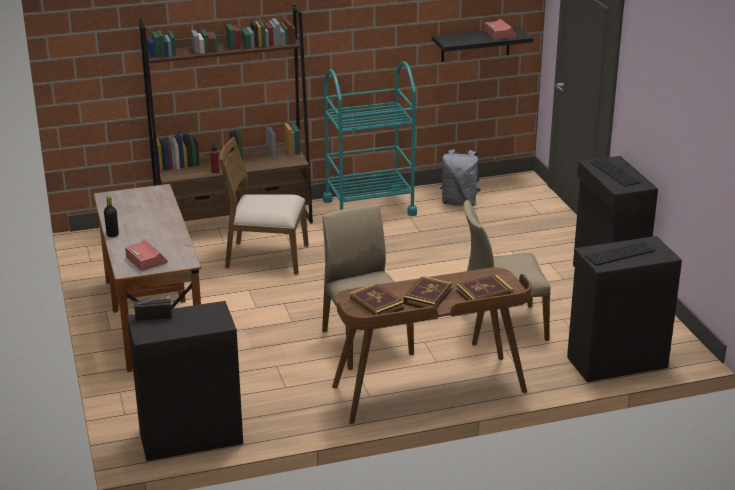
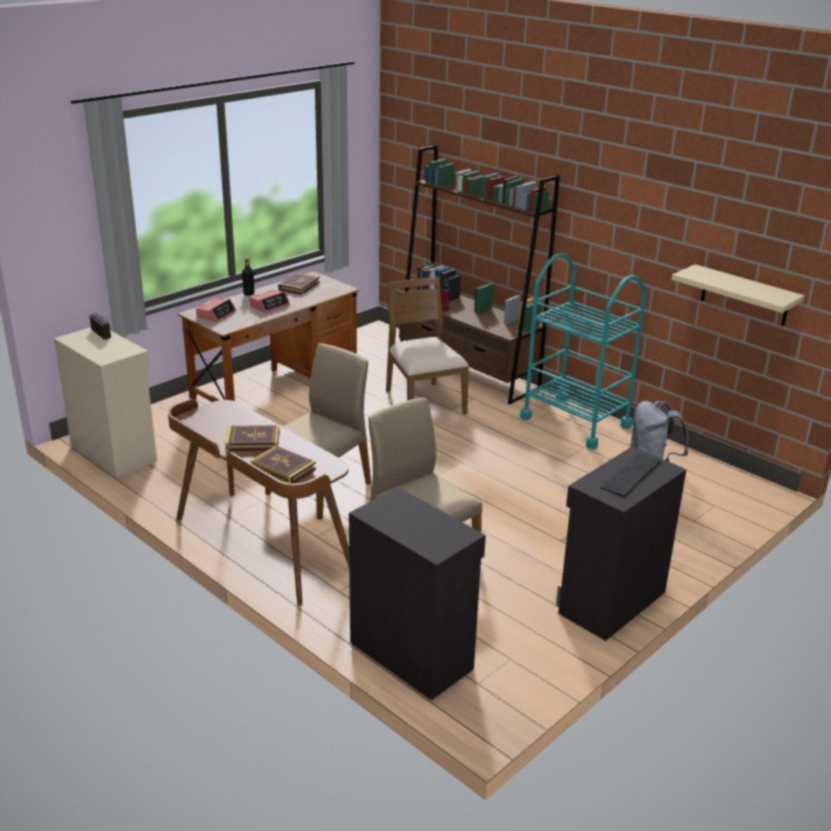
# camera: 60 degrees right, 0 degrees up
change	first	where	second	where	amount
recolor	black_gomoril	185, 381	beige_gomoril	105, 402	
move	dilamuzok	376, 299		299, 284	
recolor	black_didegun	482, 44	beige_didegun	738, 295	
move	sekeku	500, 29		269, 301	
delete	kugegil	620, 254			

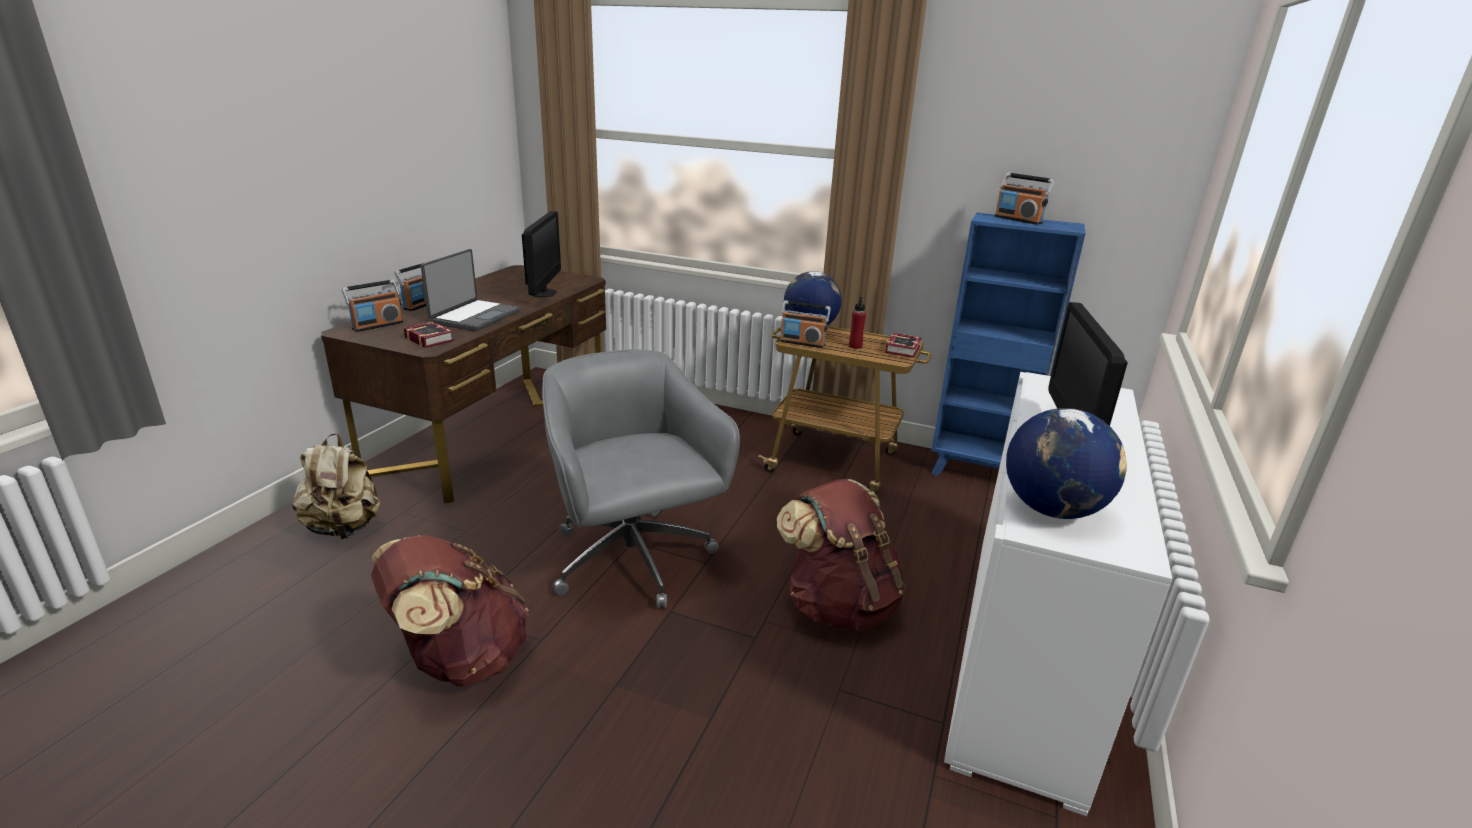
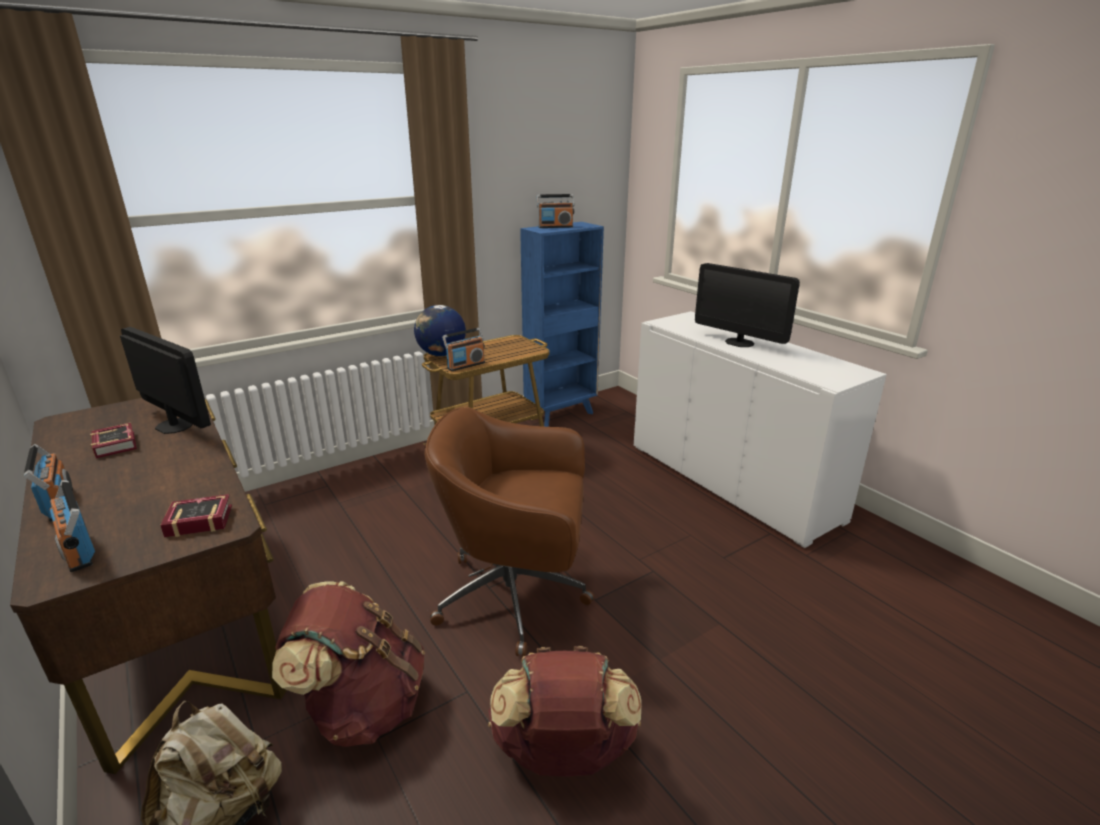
# camera: 55 degrees left, 0 degrees up
change	first	where	second	where	amount
rotate	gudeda	372, 306		72, 526	150 degrees clockwise
delete	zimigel	471, 290			
recolor	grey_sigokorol	641, 479	brown_sigokorol	509, 531	
move	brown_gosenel	841, 555		348, 664	
delete	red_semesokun	857, 323			
move	dilamuzok	903, 345		113, 440	
delete	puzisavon	1066, 463			

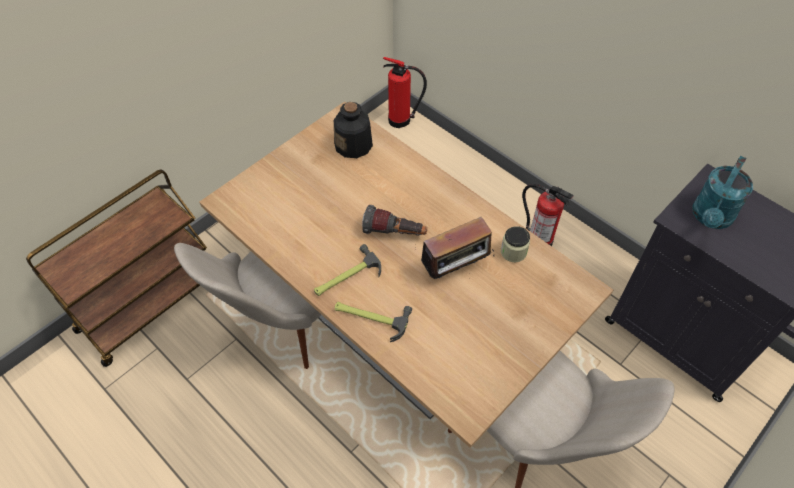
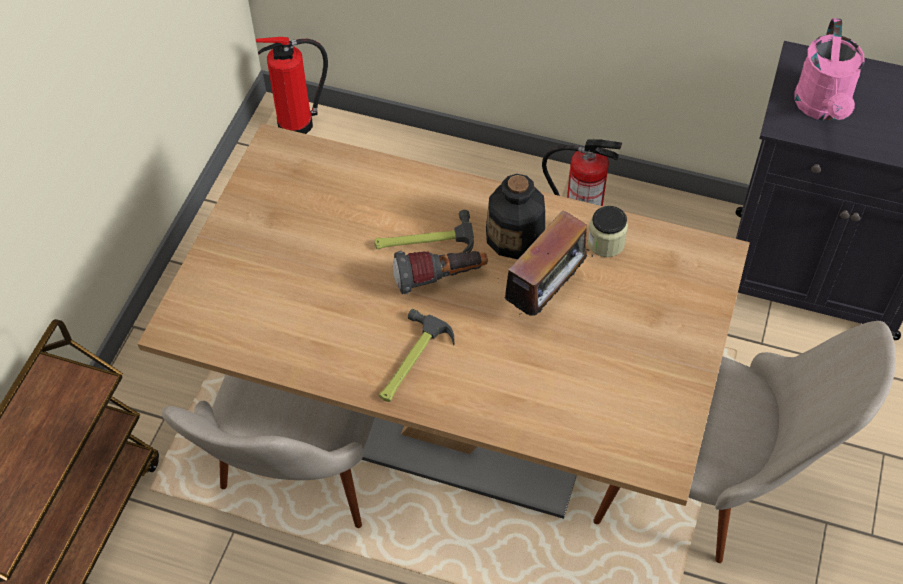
# camera: 25 degrees left, 0 degrees up
change	first	where	second	where	amount
move	semesokun	353, 130		515, 216	
move	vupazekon	373, 322		424, 231	
recolor	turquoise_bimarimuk	722, 192	pink_bimarimuk	829, 69	

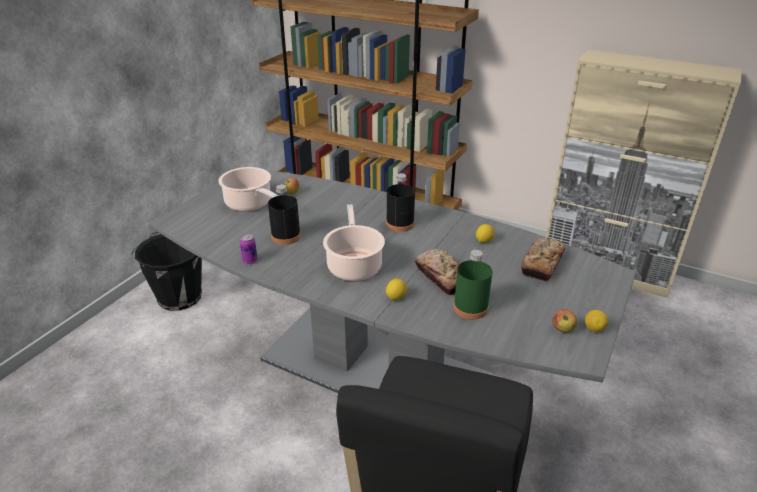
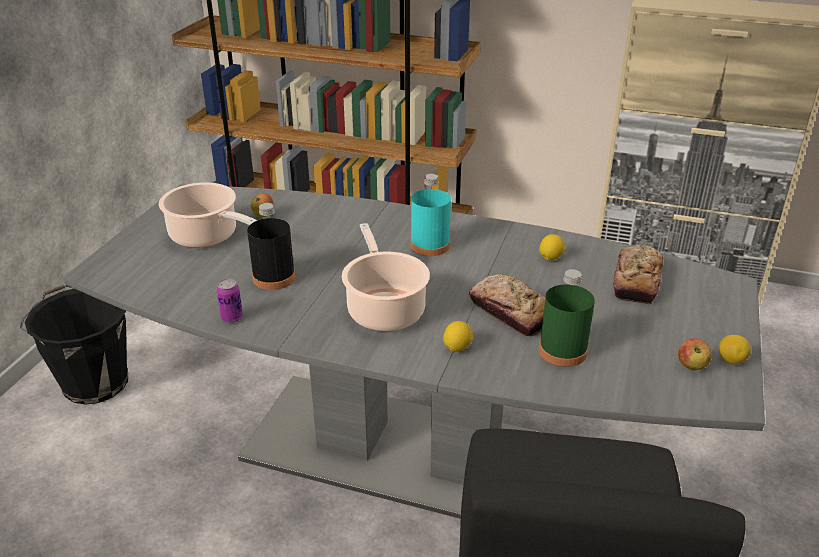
# camera: 10 degrees left, 0 degrees up
change	first	where	second	where	amount
recolor	black_semesokun	400, 202	turquoise_semesokun	430, 215	

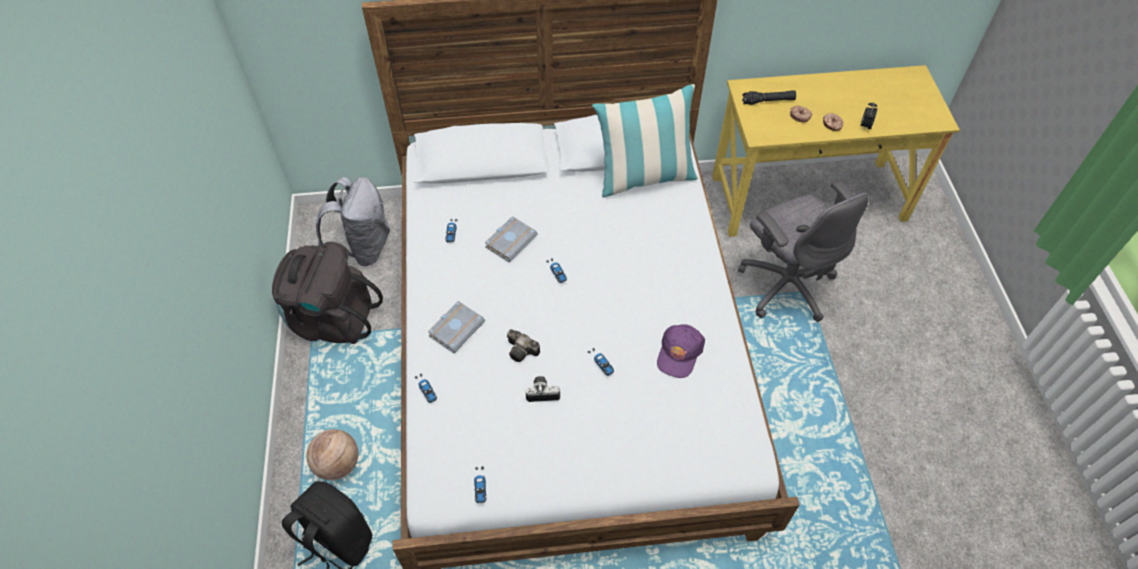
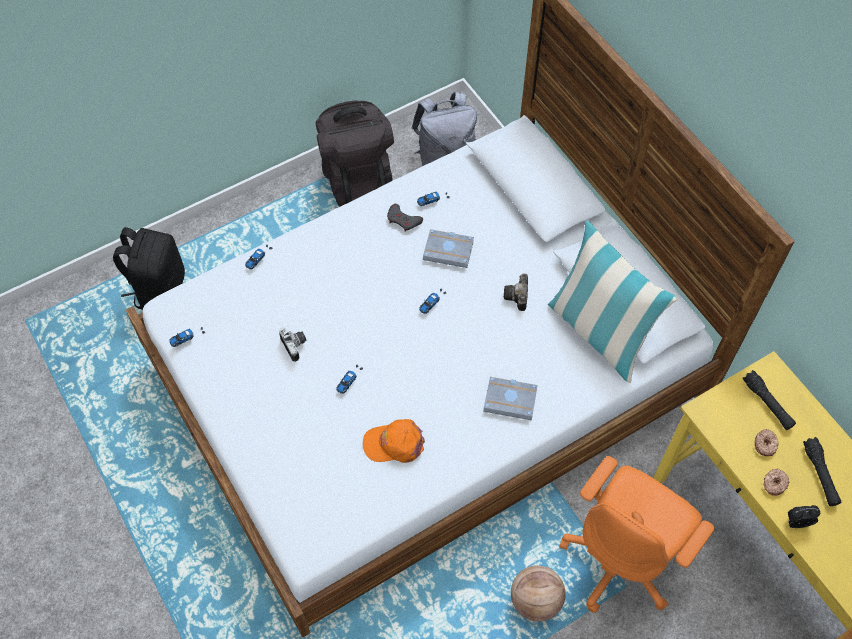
# camera: 65 degrees right, 5 degrees up
change	first	where	second	where	amount
move	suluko	332, 454		538, 593	
move	grey_dilamuzok	456, 327		510, 398	
move	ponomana	523, 345		516, 292	
recolor	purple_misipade	681, 351	orange_misipade	394, 441	
recolor	grey_sigokorol	803, 251	orange_sigokorol	637, 534	
insert			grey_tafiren	405, 218	
insert			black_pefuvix	822, 471	

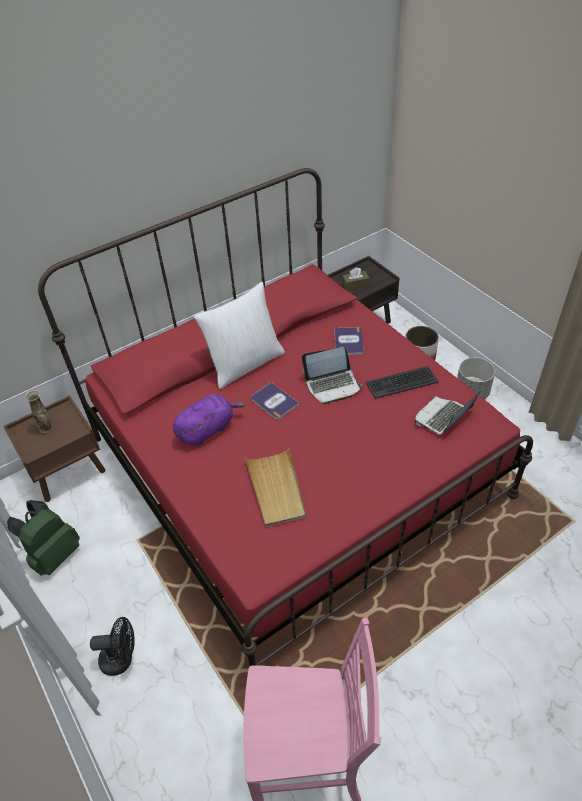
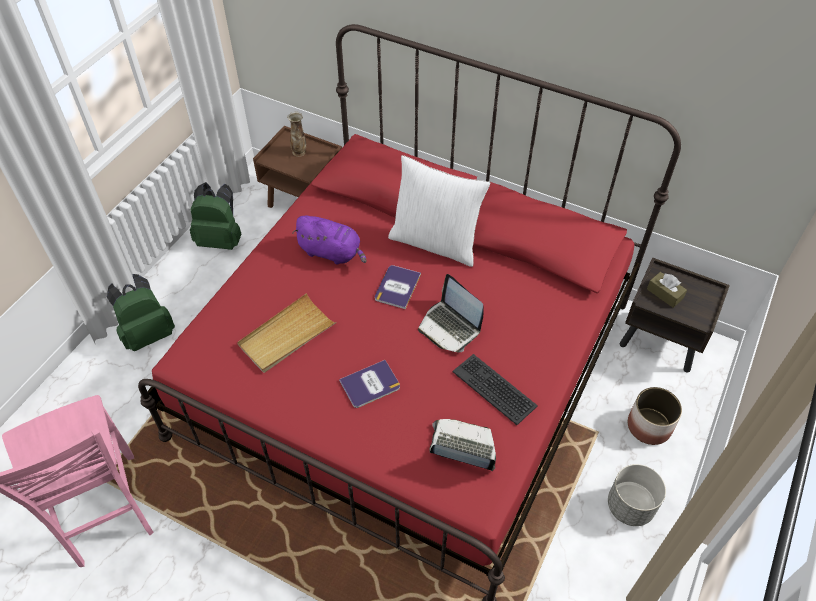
# camera: 60 degrees right, 5 degrees up
change	first	where	second	where	amount
replace	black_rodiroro	112, 646	green_gosenel	141, 312	
move	dilamuzok	349, 341		369, 384	

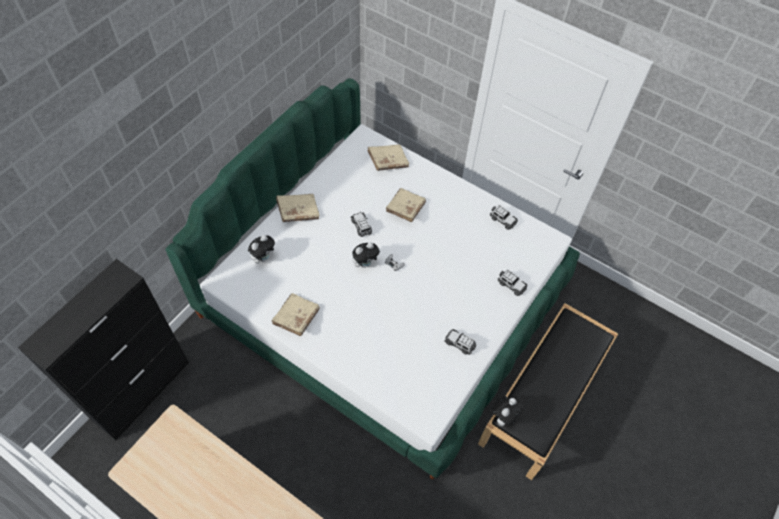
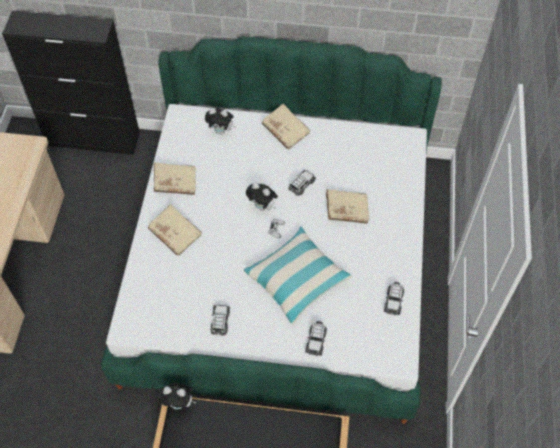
# camera: 65 degrees right, 0 degrees up
change	first	where	second	where	amount
move	beige_dilamuzok	388, 157		175, 230	
insert			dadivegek	298, 275	

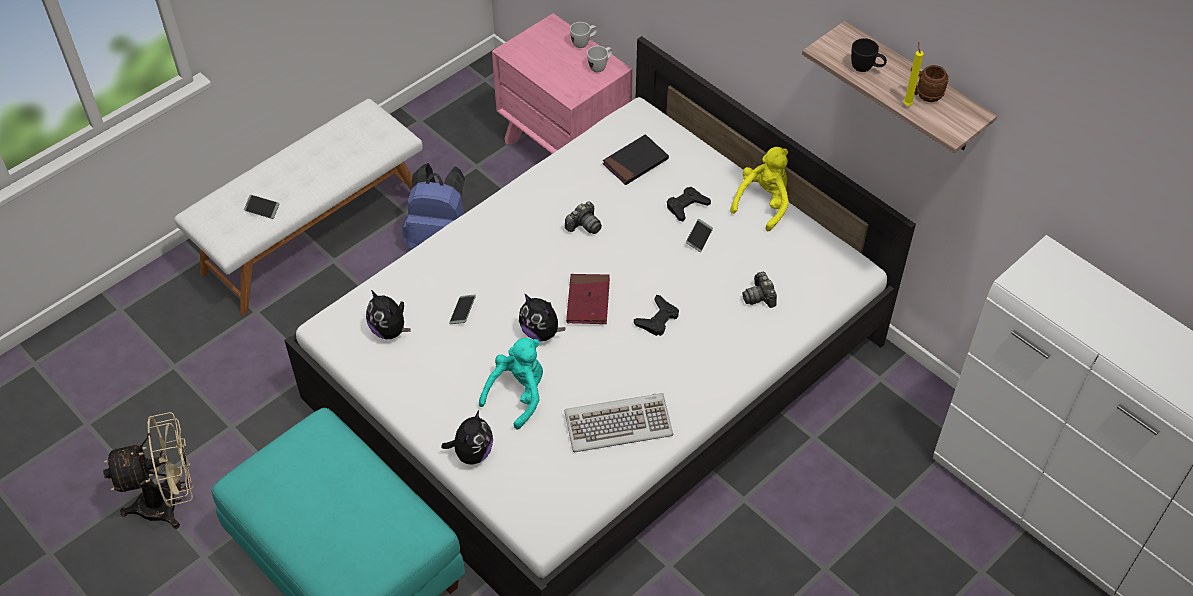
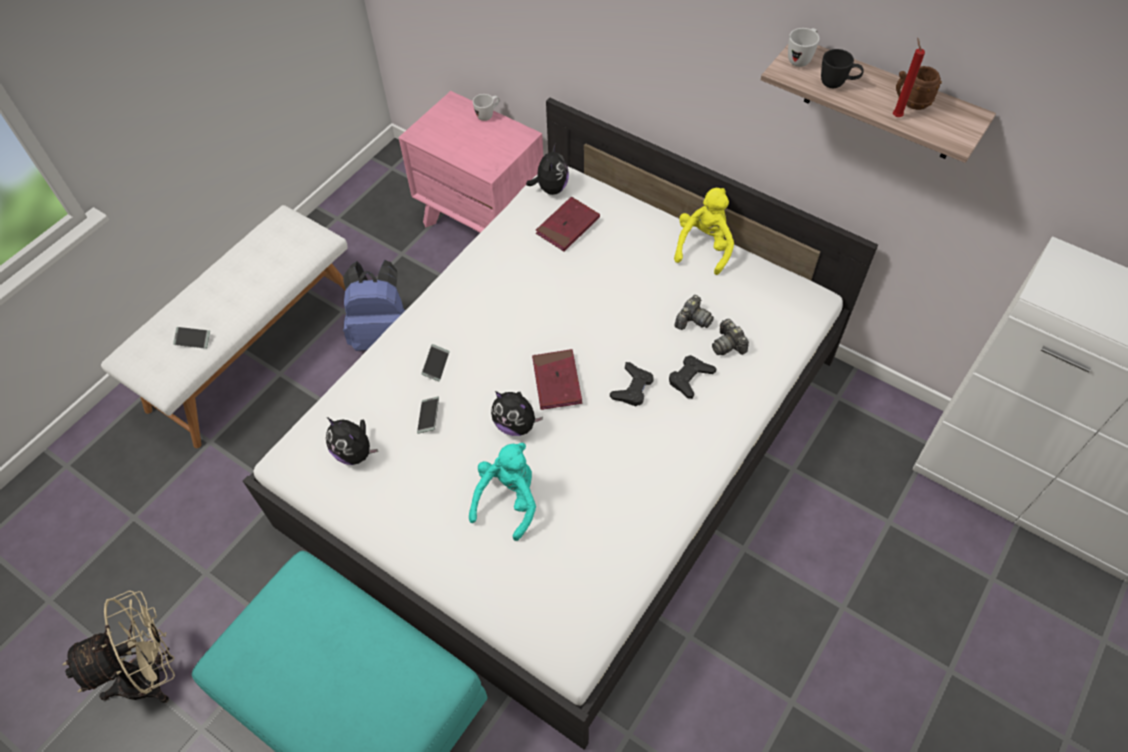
# camera: 10 degrees left, 5 degrees up
change	first	where	second	where	amount
move	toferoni	467, 437		547, 169	
delete	kugegil	618, 422			
move	ponomana	583, 217		694, 312	
move	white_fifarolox	600, 59		803, 47	
recolor	black_dilamuzok	636, 159	red_dilamuzok	568, 224	
move	black_tafiren	689, 204		692, 377	
move	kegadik	699, 235		435, 362	
recolor	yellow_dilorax	914, 73	red_dilorax	909, 77	

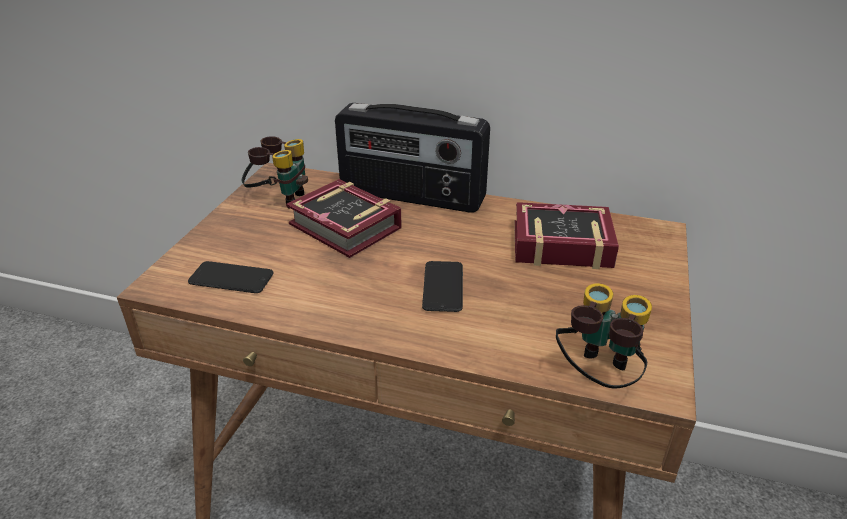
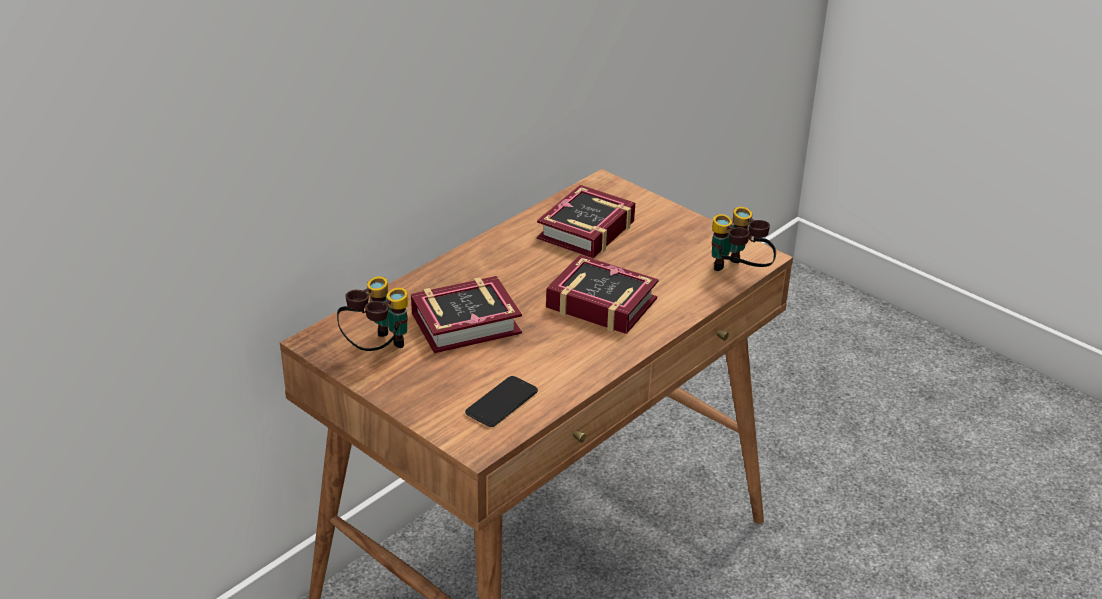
# camera: 65 degrees left, 0 degrees up
change	first	where	second	where	amount
delete	gudeda	412, 158			
replace	kegadik	442, 286	dilamuzok	602, 294	

